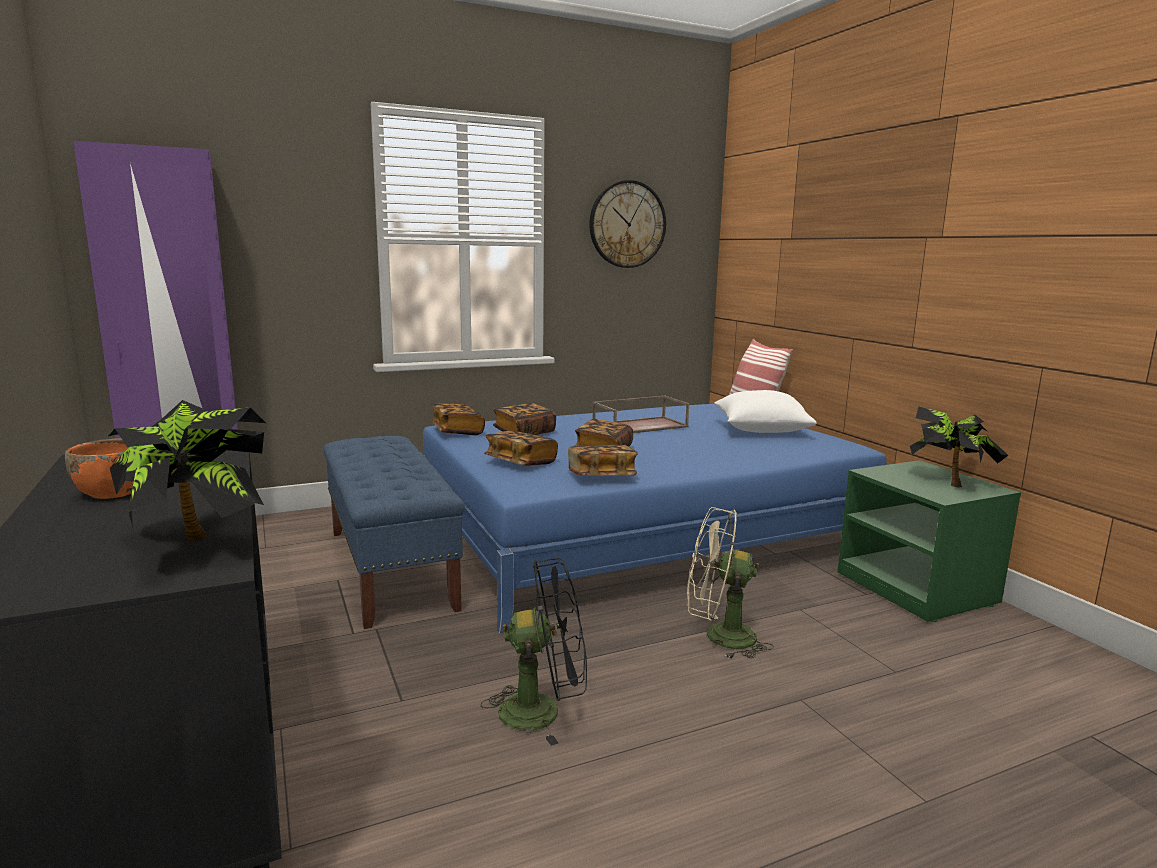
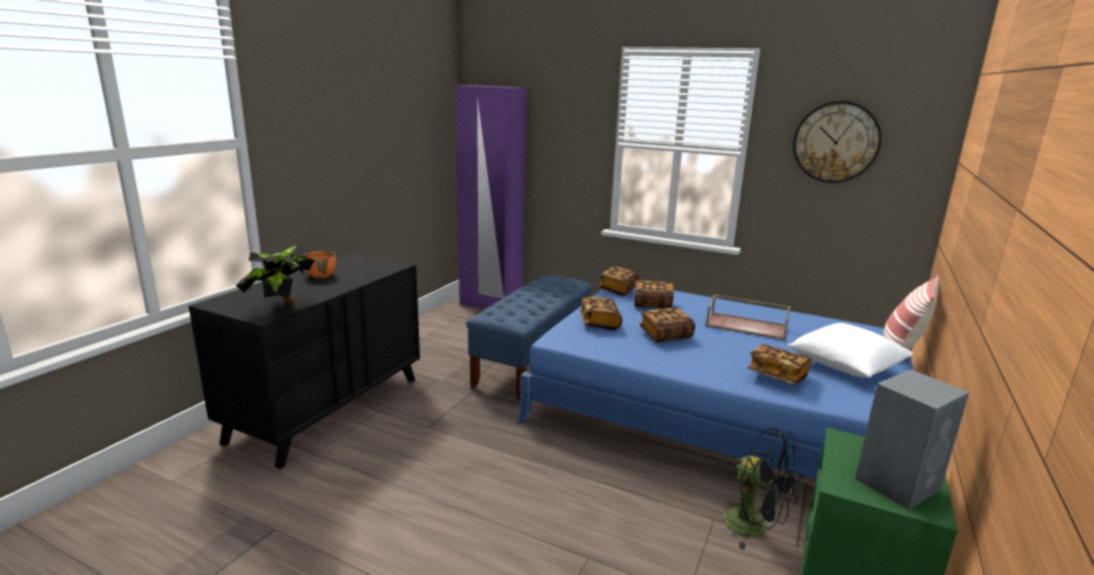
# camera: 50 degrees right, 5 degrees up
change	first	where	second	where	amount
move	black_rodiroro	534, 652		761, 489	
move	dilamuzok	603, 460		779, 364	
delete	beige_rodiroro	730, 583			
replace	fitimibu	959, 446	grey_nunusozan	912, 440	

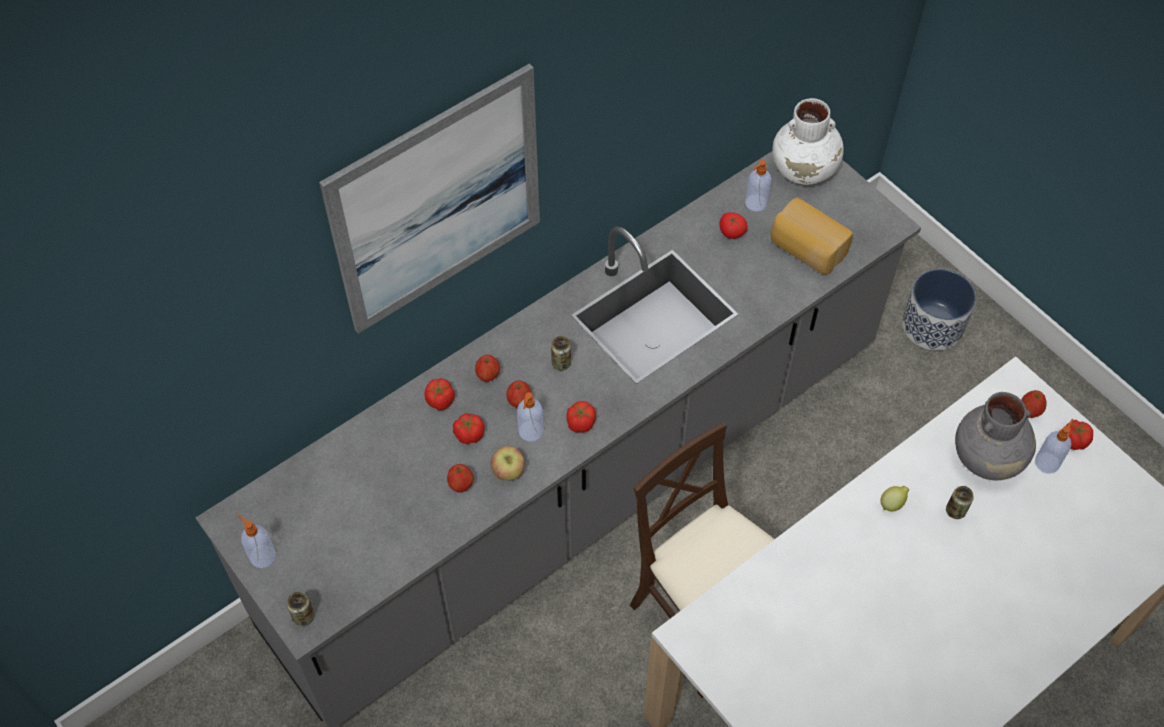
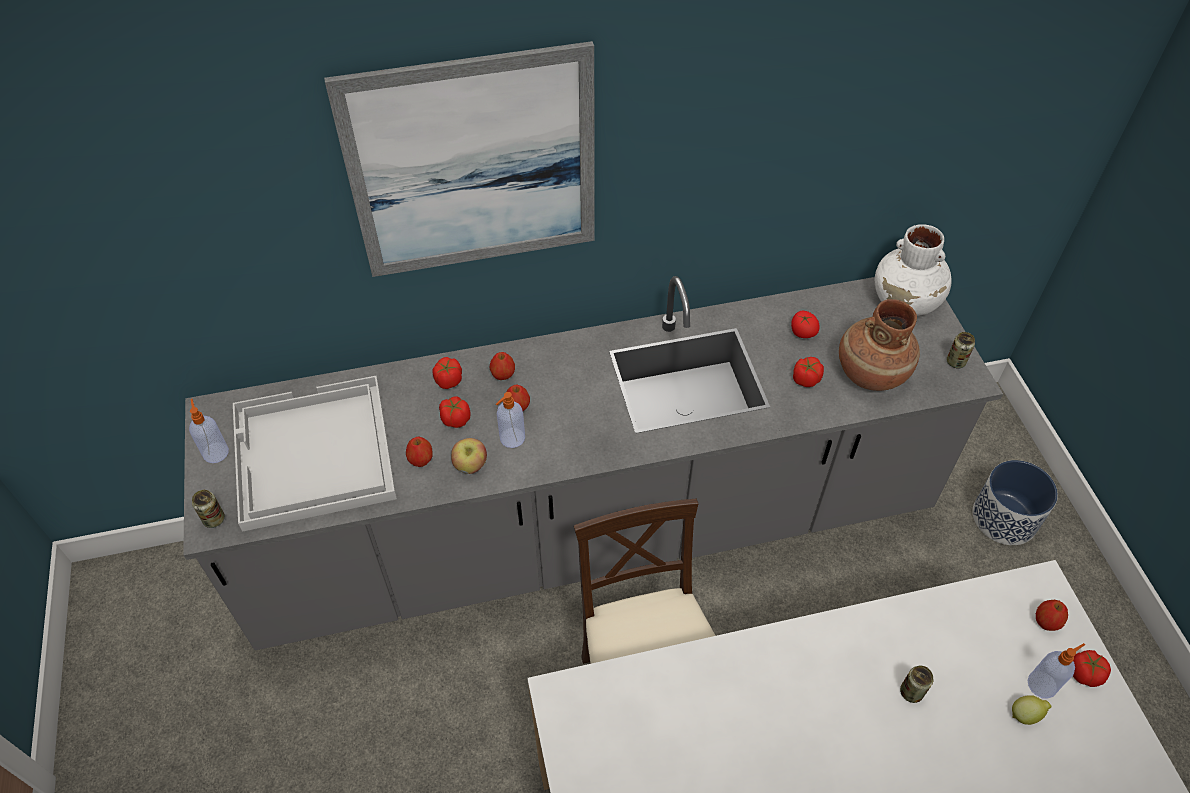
# camera: 25 degrees right, 5 degrees down
change	first	where	second	where	amount
move	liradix	561, 353		960, 350	
move	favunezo	581, 416		808, 372	
delete	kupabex	758, 186			
replace	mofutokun	812, 236	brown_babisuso	879, 345	
move	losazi	894, 499		1032, 710	
delete	grey_babisuso	995, 436			
insert			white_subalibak	315, 454	

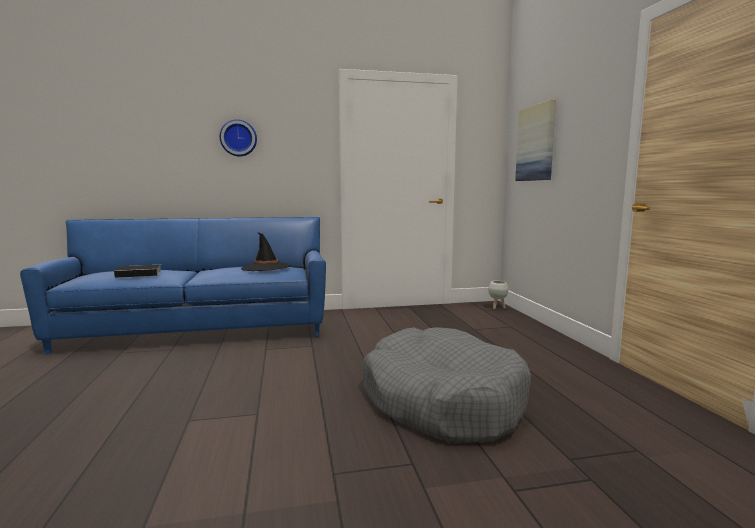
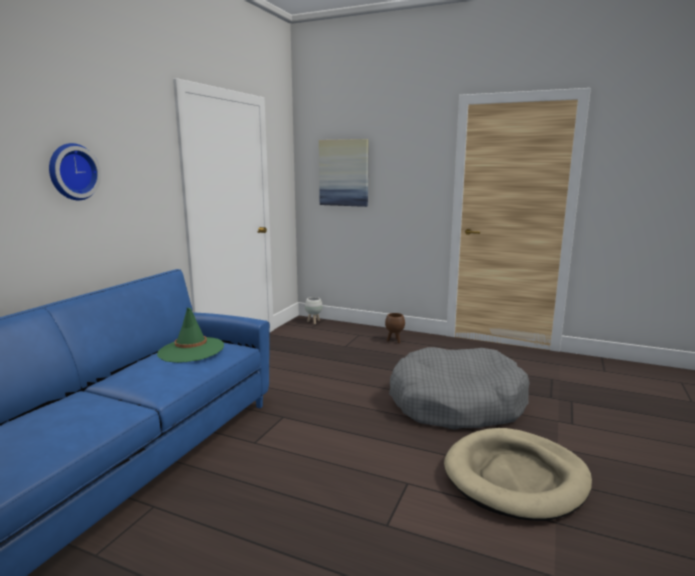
# camera: 55 degrees left, 5 degrees up
change	first	where	second	where	amount
delete	dilamuzok	140, 271			
recolor	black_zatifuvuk	266, 251	green_zatifuvuk	190, 335	
insert			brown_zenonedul	395, 328	
insert			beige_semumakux	518, 474	

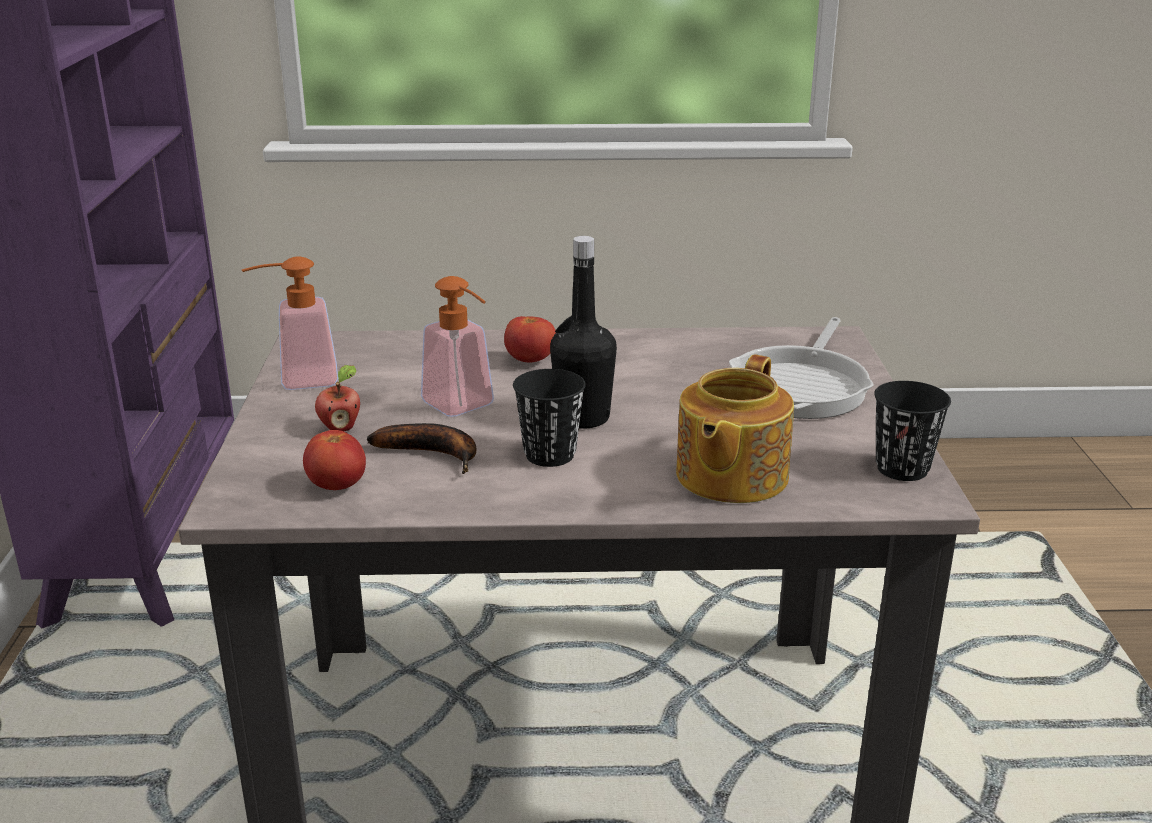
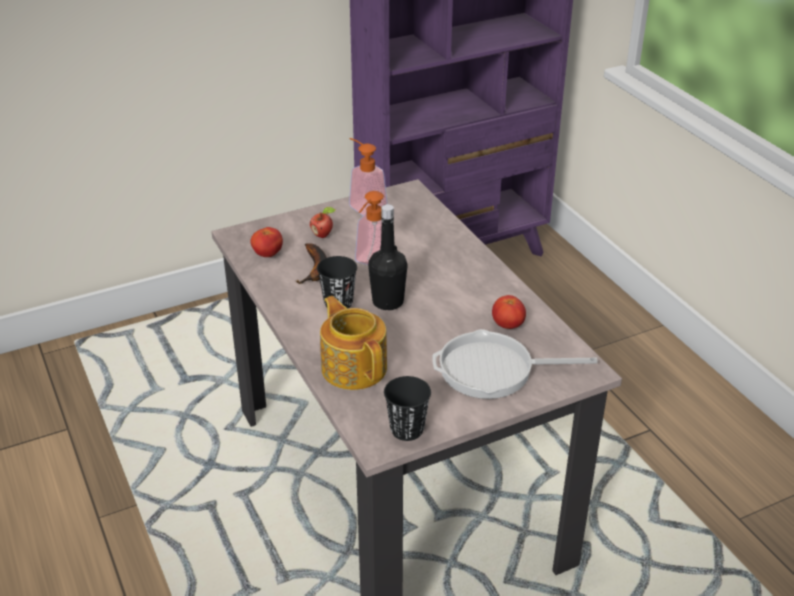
# camera: 65 degrees right, 10 degrees up
change	first	where	second	where	amount
move	favunezo	530, 339		509, 312	
rotate	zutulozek	735, 429		353, 343	60 degrees clockwise

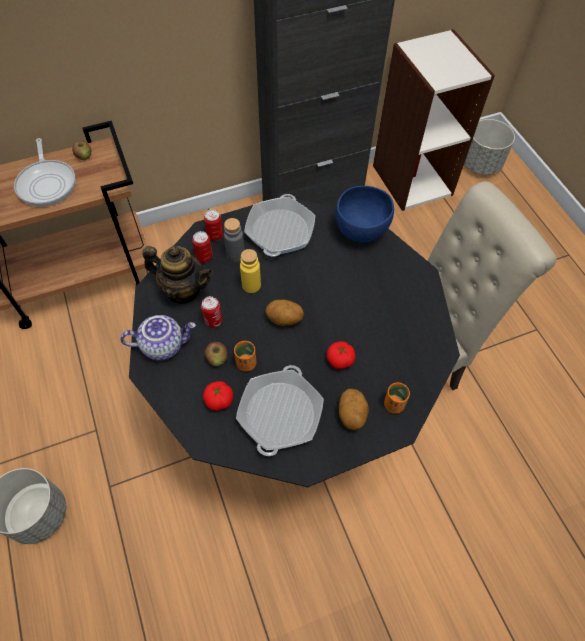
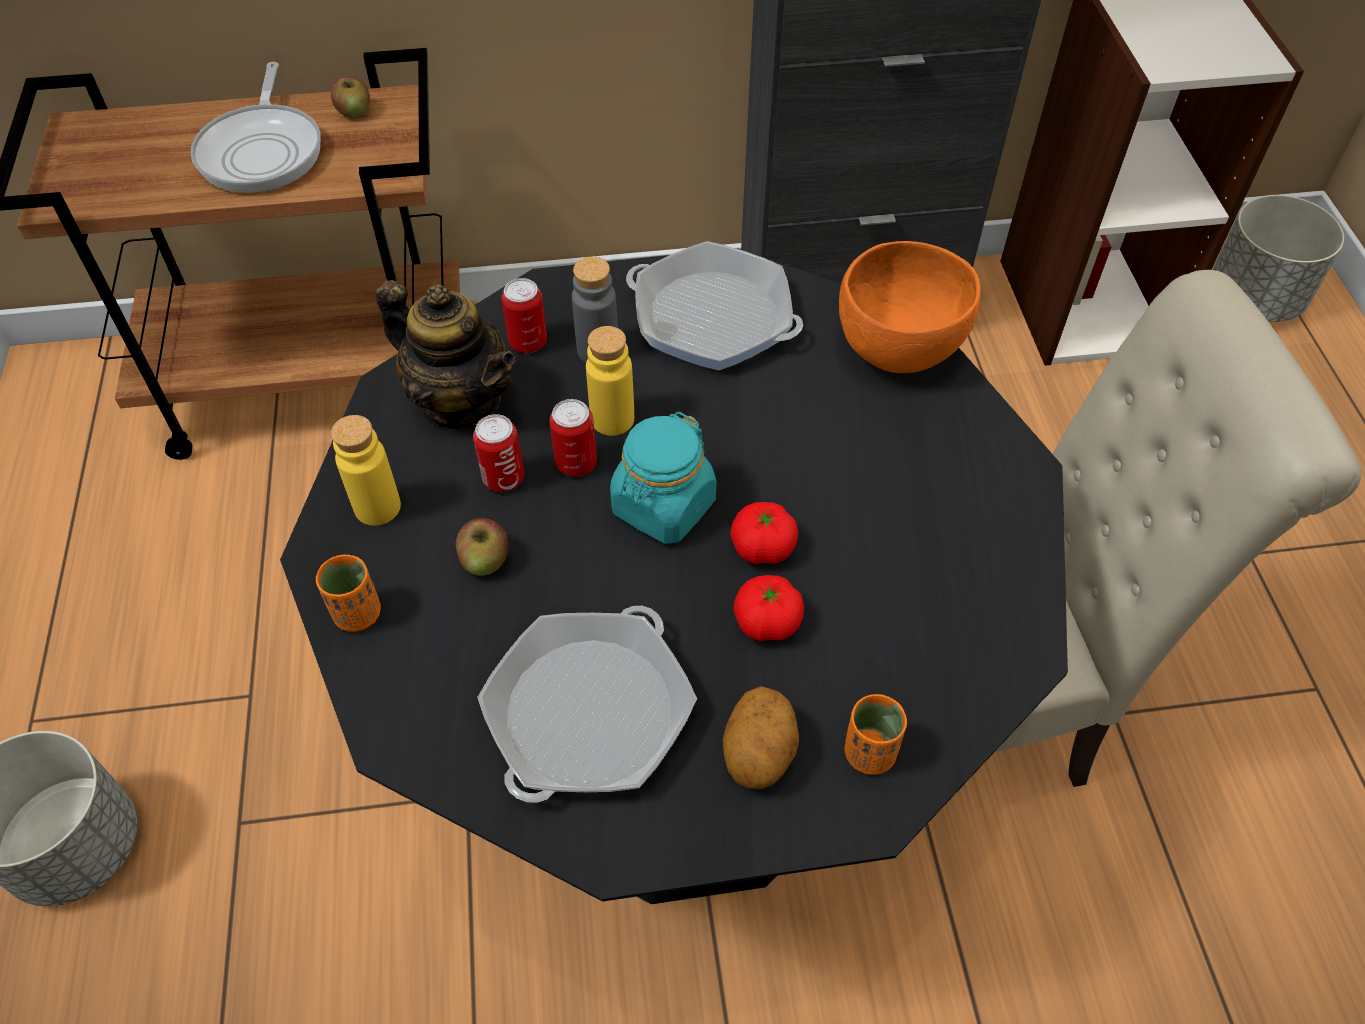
# camera: 15 degrees right, 5 degrees down
change	first	where	second	where	amount
replace	zutulozek	158, 338	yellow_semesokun	366, 470	
move	favunezo	218, 396		764, 533	
move	liradix	213, 225		573, 438	
move	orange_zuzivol	245, 356		348, 593	
rotate	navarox	279, 225		714, 305	90 degrees clockwise
replace	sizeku	284, 312	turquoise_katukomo	663, 478	
recolor	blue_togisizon	364, 214	orange_togisizon	910, 307	

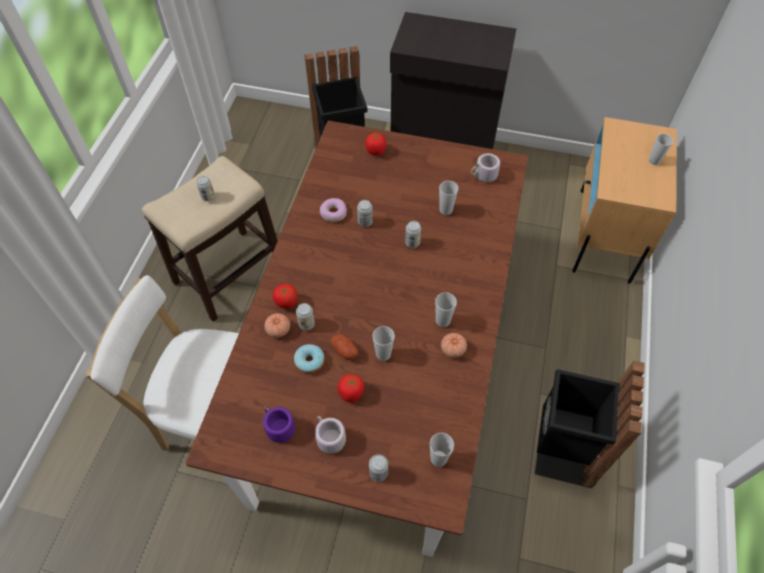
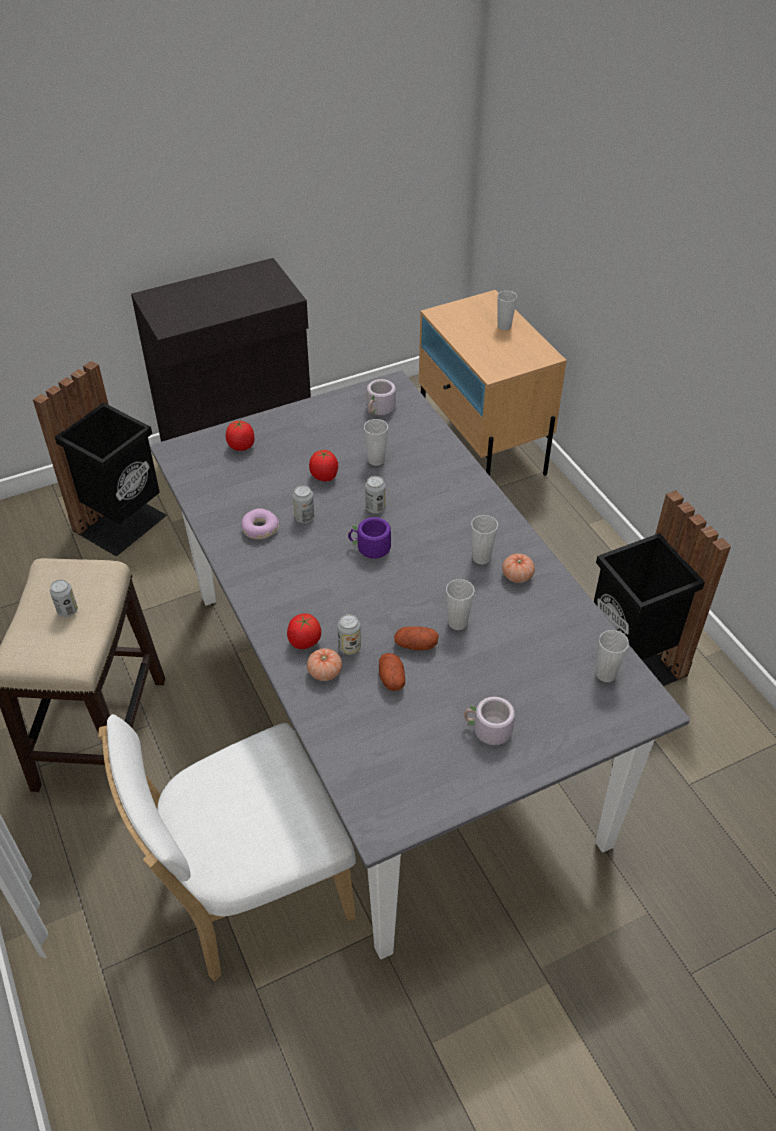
# camera: 40 degrees left, 10 degrees down
change	first	where	second	where	amount
recolor	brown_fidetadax	356, 339	grey_fidetadax	420, 664	
move	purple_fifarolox	279, 430		369, 540	
replace	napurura	309, 358	sizeku	392, 672	
move	favunezo	351, 388		323, 465	
delete	liradix	378, 468			

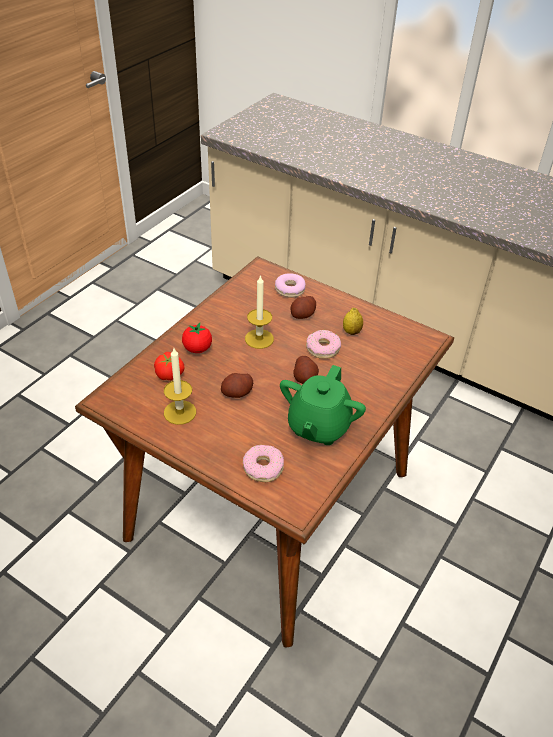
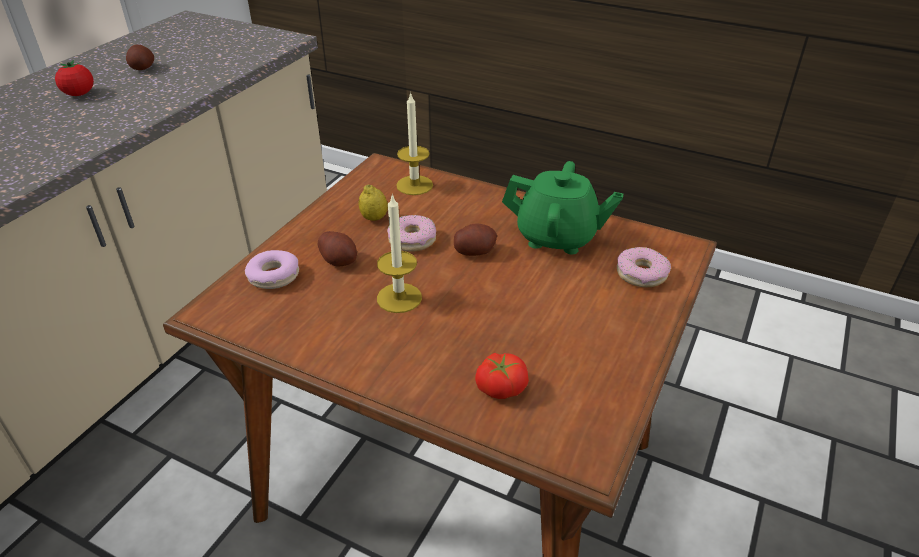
# camera: 95 degrees left, 5 degrees down
change	first	where	second	where	amount
move	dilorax	180, 386		414, 143	
move	favunezo	197, 338		74, 78	
move	sizeku	237, 385		140, 57	

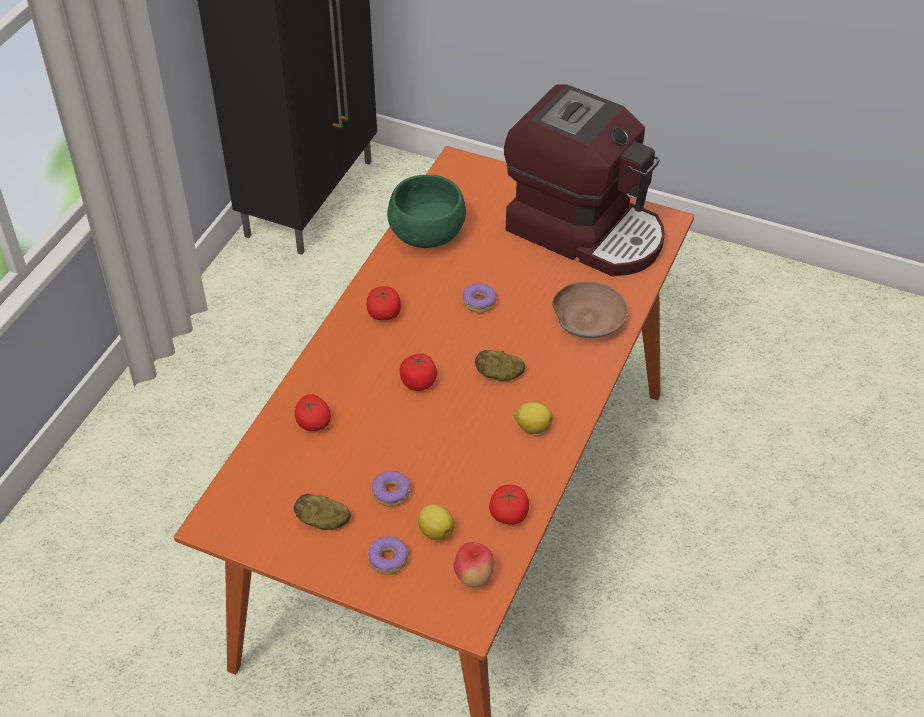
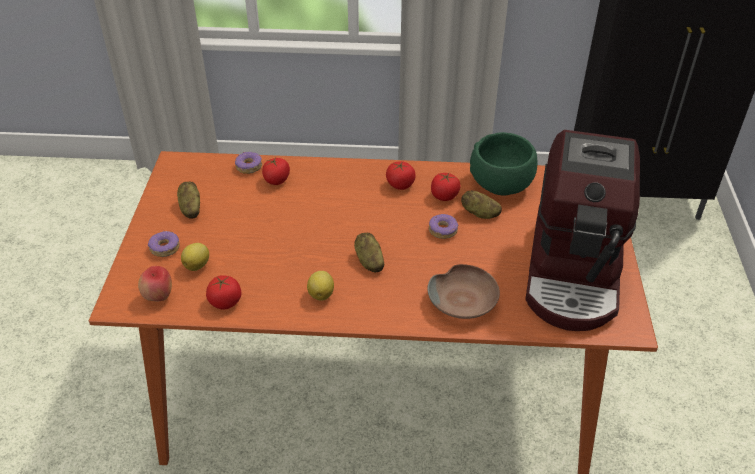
# camera: 70 degrees right, 5 degrees down
change	first	where	second	where	amount
move	napurura	391, 489		248, 163	
move	favunezo	418, 372		445, 187	
insert			sizeku	481, 204	

